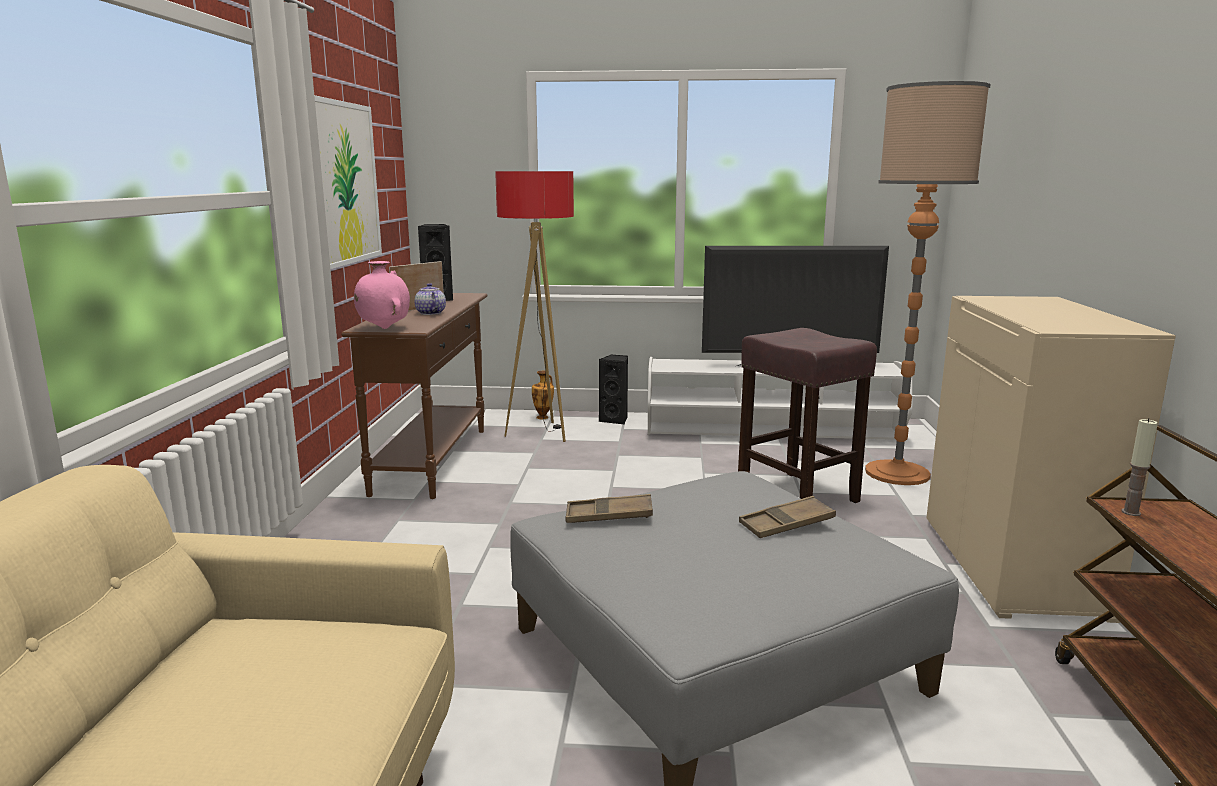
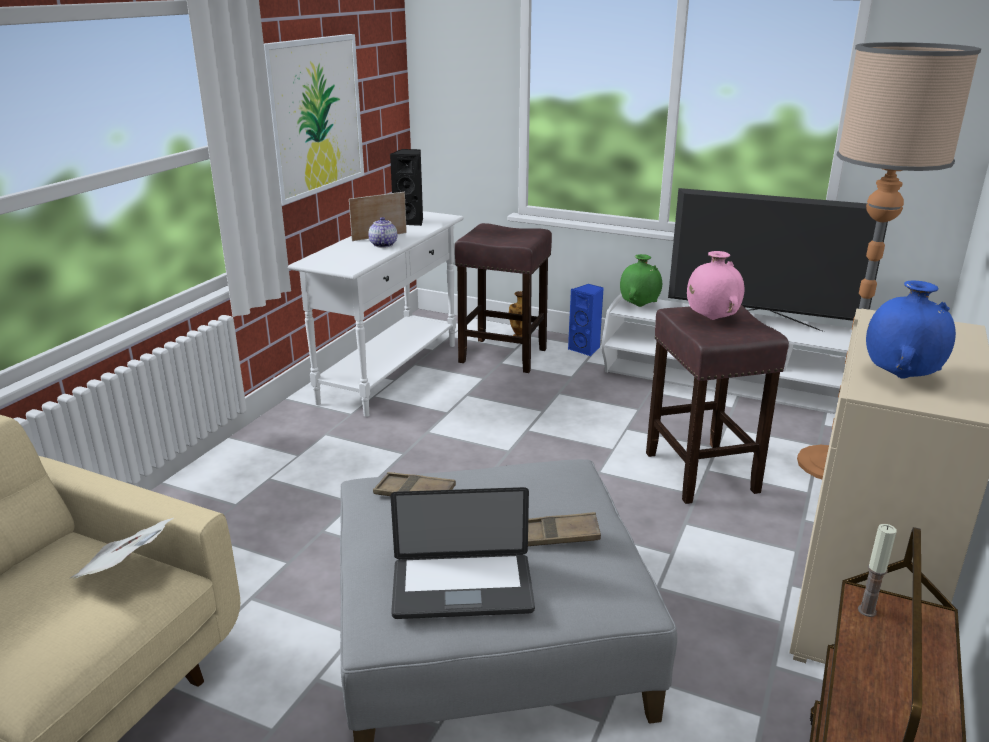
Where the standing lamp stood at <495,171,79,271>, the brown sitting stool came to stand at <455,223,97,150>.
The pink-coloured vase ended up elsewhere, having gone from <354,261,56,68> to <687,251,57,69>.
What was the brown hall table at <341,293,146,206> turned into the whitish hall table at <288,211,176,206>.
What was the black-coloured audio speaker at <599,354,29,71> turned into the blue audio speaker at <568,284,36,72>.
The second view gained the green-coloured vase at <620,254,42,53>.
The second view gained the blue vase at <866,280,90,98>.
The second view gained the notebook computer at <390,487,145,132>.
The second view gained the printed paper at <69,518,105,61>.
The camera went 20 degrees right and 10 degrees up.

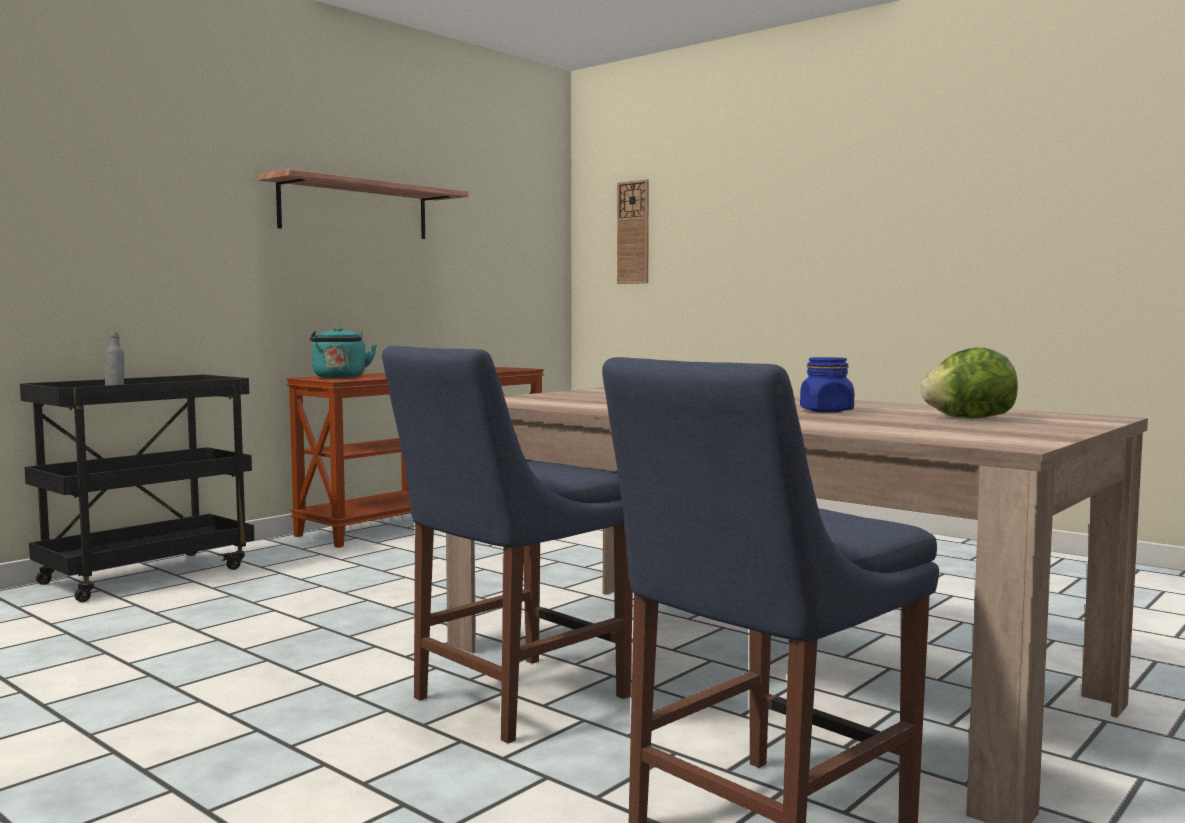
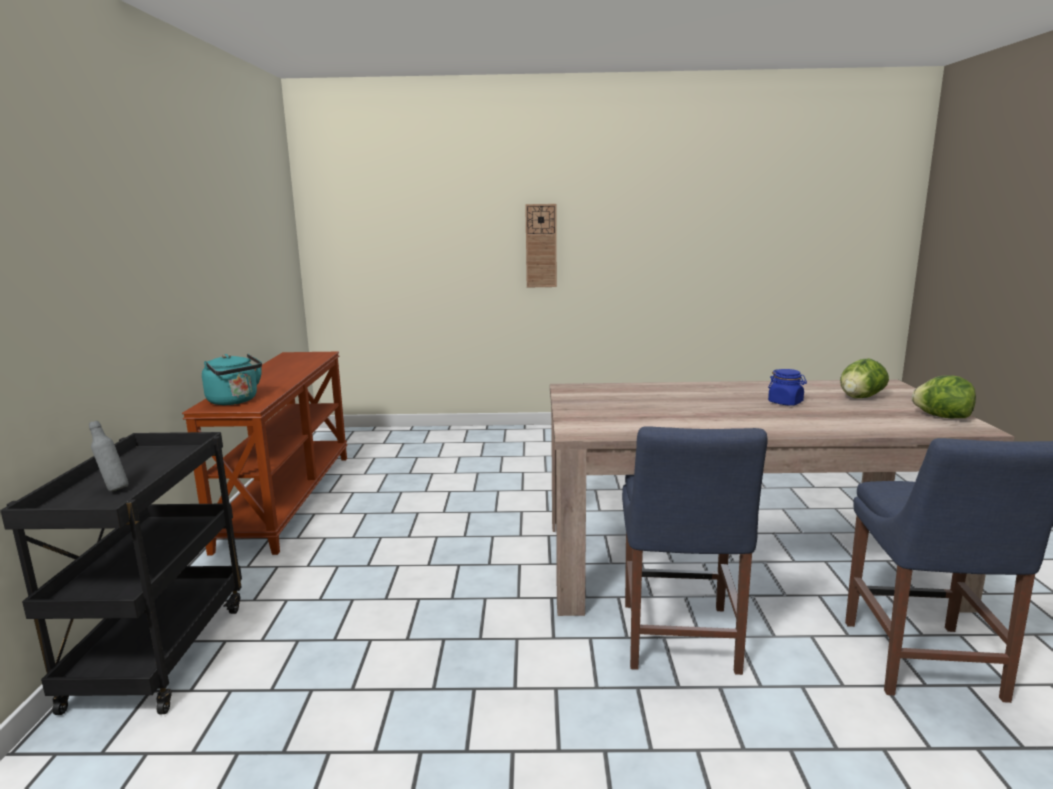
The second view lost the bracket shelf at <258,169,211,70>.
The clock on the wall ended up elsewhere, having gone from <617,179,32,105> to <525,204,32,83>.
The second view gained the lettuce head at <912,375,64,43>.
The camera went 40 degrees left and 10 degrees up.

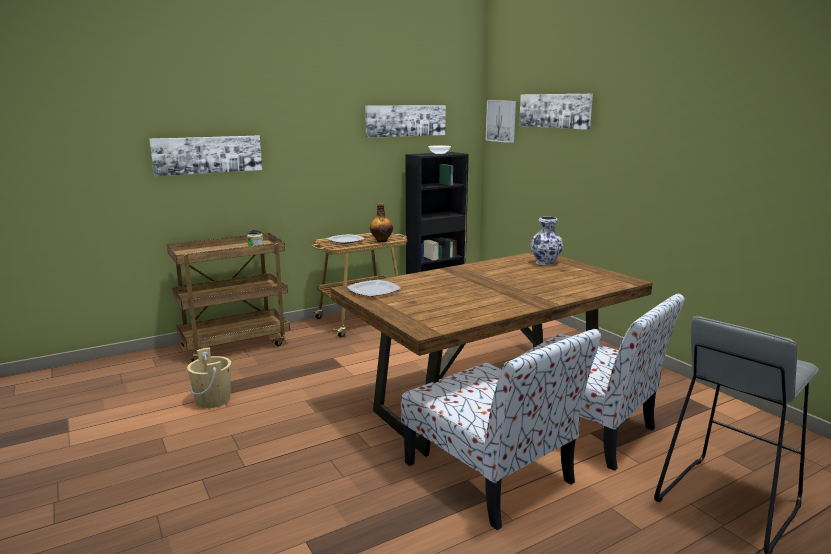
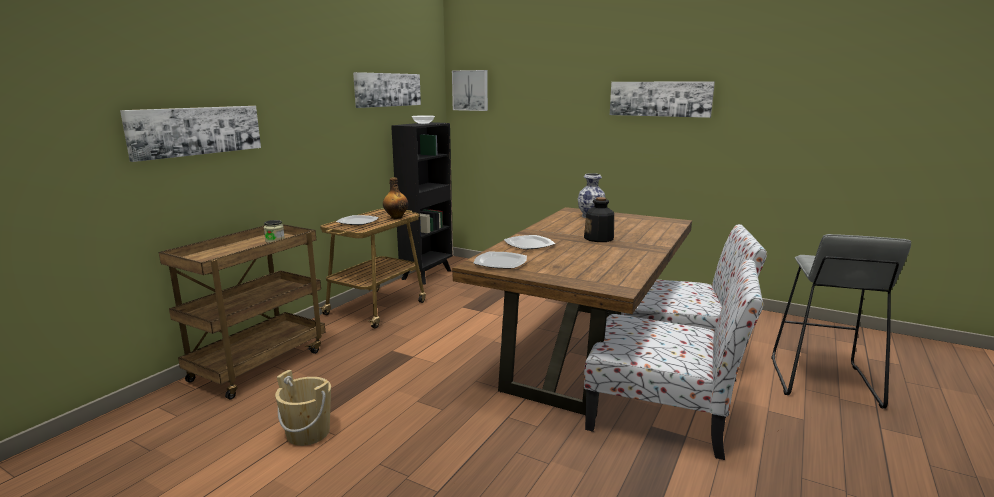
The picture ended up elsewhere, having gone from <519,94,74,36> to <610,81,105,37>.
The second view gained the drink bottle at <584,197,30,45>.
The second view gained the flat dish at <504,235,51,15>.
The camera went 30 degrees left and 0 degrees up.

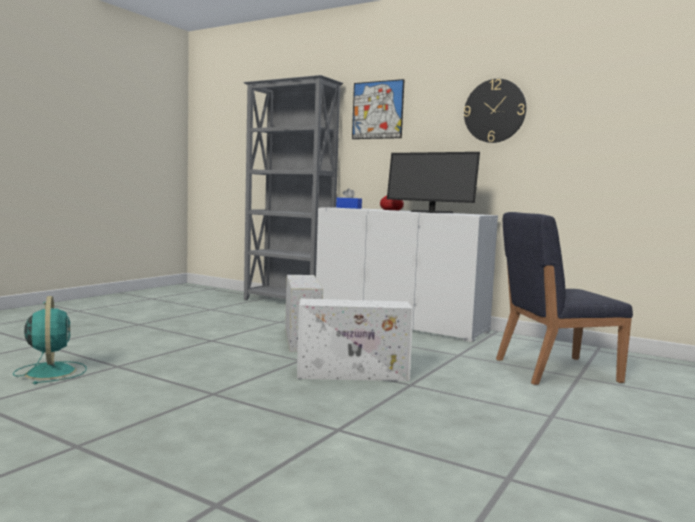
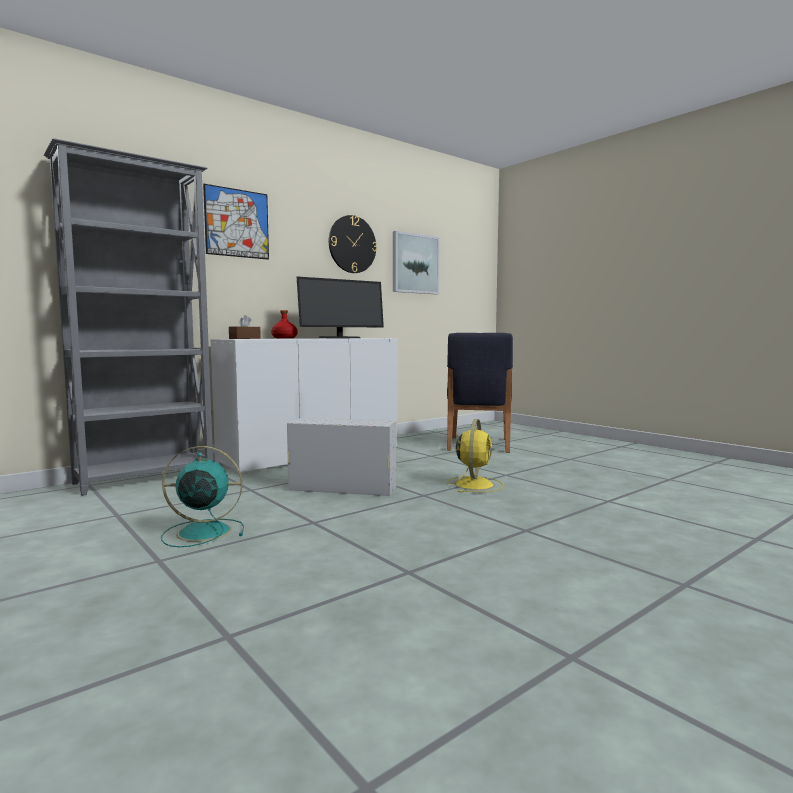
What was the blue box of tissues at <336,188,26,21> turned into the brown box of tissues at <229,315,32,24>.
The turquoise cooling fan ended up elsewhere, having gone from <13,296,74,88> to <161,446,83,101>.
Where the whitish storage container stood at <297,299,116,82>, the yellow cooling fan came to stand at <447,419,57,73>.
The second view gained the picture at <393,231,46,63>.
The camera went 70 degrees left and 0 degrees up.

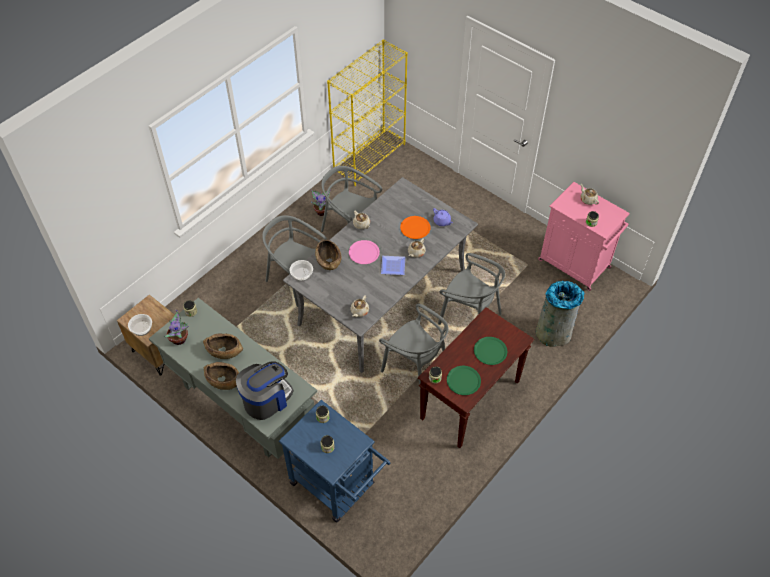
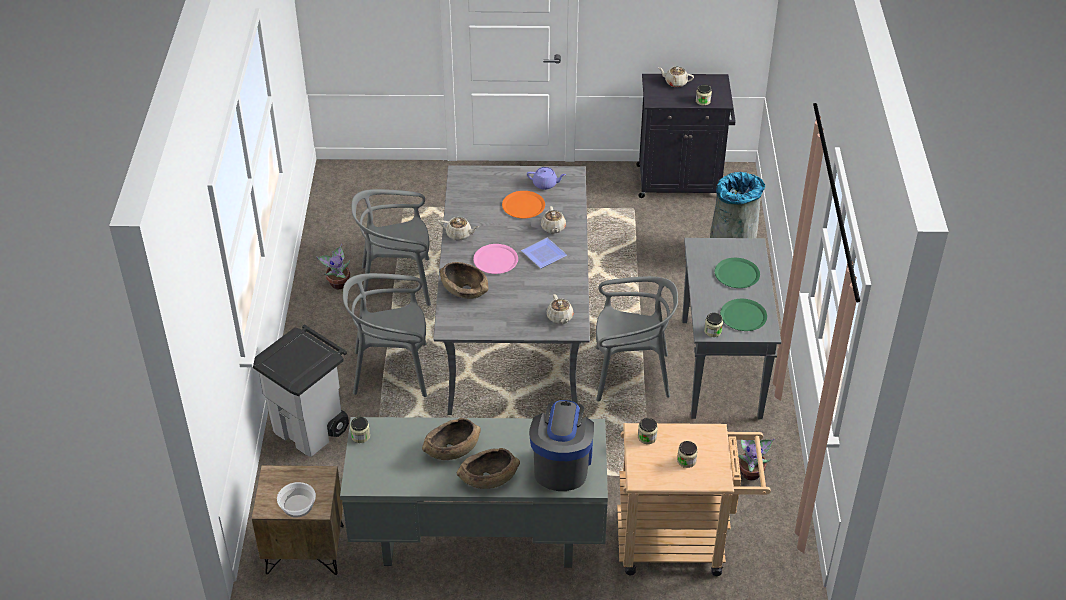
The second view lost the yellow shelving unit at <327,39,81,147>.
What was the pink-coloured cabinet at <538,182,92,109> turned into the black-coloured cabinet at <636,74,100,124>.
The second view lost the grey upright chair at <438,253,67,72>.
The second view lost the deep dish at <289,260,24,22>.
What was the brown hall table at <418,307,116,141> turned into the grey hall table at <682,238,99,181>.
The houseplant ended up elsewhere, having gone from <164,310,25,35> to <738,439,37,42>.
What was the blue cart at <279,400,112,122> turned into the beige cart at <617,423,154,153>.
The second view gained the grey rubbish bin at <253,324,96,133>.
The camera went 40 degrees left and 10 degrees down.

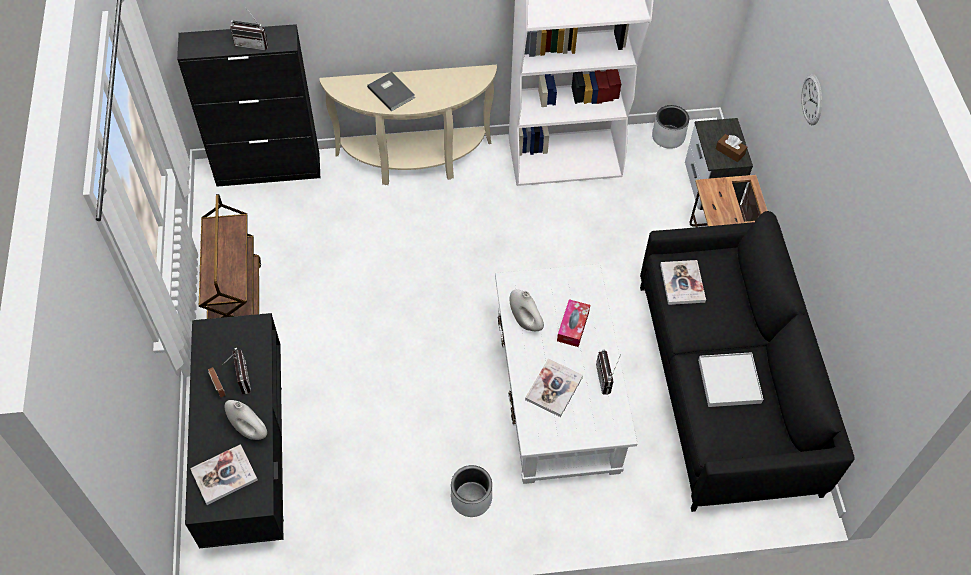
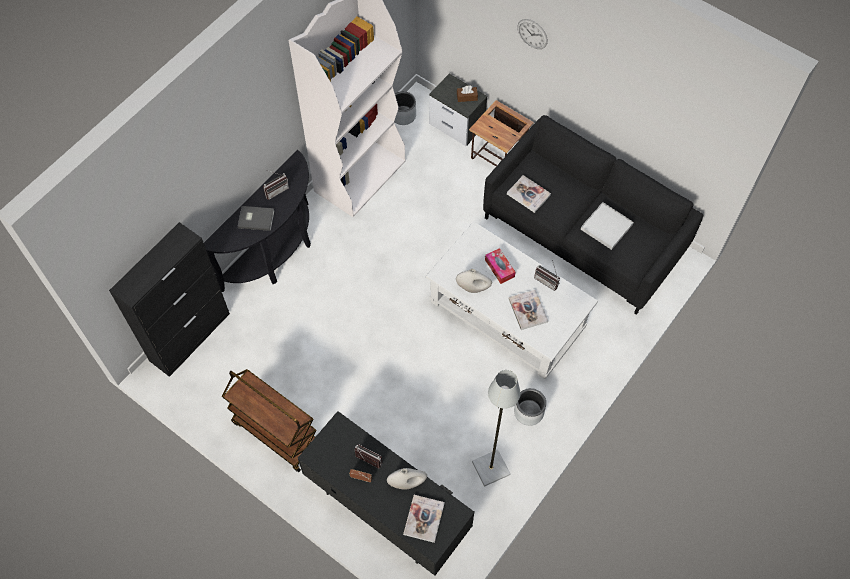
The radio receiver ended up elsewhere, having gone from <230,7,38,43> to <263,171,26,29>.
What was the beige hall table at <319,65,178,120> turned into the black-coloured hall table at <204,150,107,142>.
The second view gained the grey standing lamp at <472,370,49,117>.
The camera went 45 degrees left and 5 degrees up.

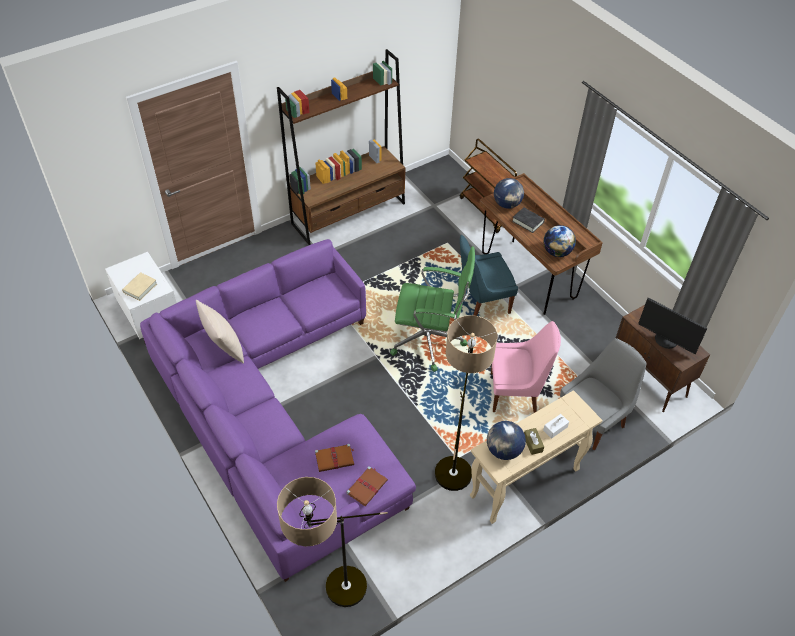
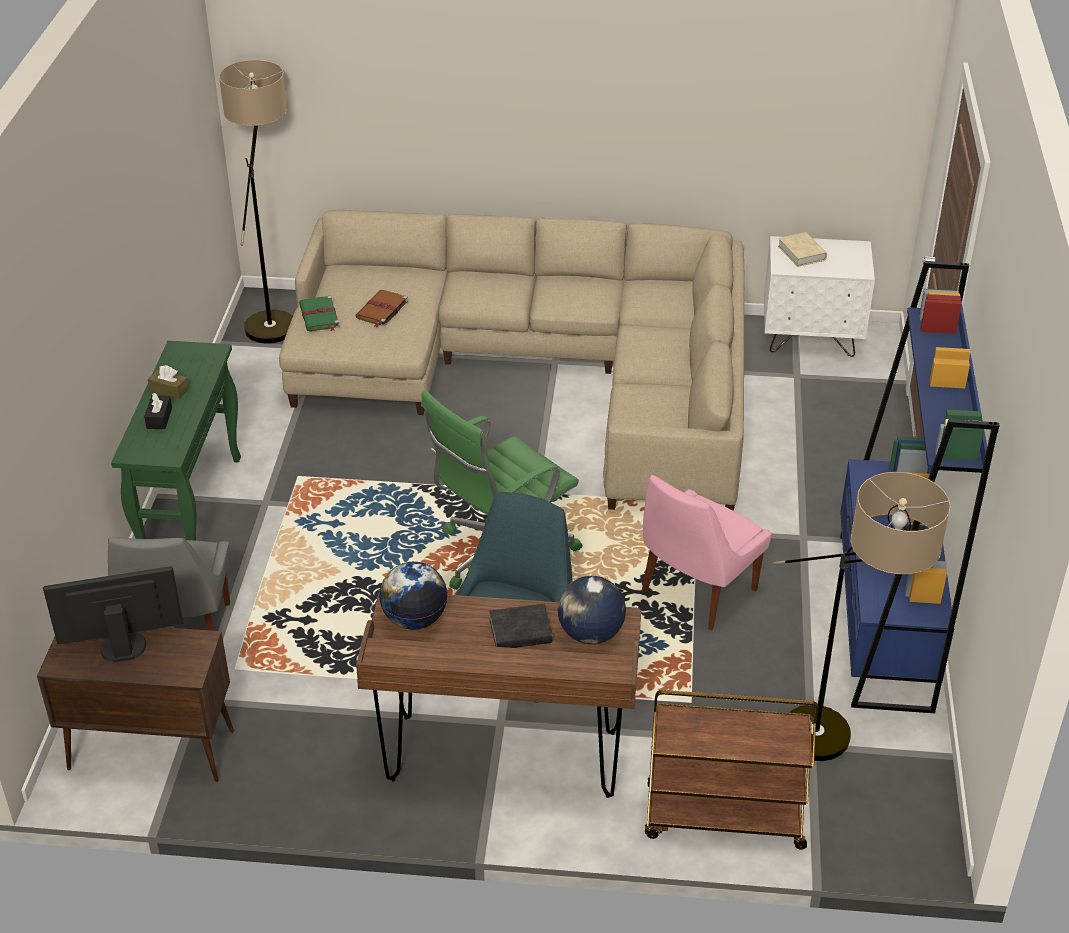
What was the brown shelving unit at <277,49,129,196> turned into the blue shelving unit at <840,261,160,452>.
What was the purple settee at <140,239,276,343> turned into the beige settee at <279,210,466,301>.
The second view lost the beige pillow at <196,300,48,64>.
The standing lamp ended up elsewhere, having gone from <435,315,62,176> to <773,472,178,289>.
The pink-coloured upright chair ended up elsewhere, having gone from <491,321,70,92> to <642,475,130,155>.
What was the beige hall table at <470,390,133,134> turned into the green-coloured hall table at <111,341,130,200>.
What was the whitish box of tissues at <543,414,26,25> turned into the black-coloured box of tissues at <144,393,28,36>.
The second view lost the desk globe at <487,421,39,39>.
What was the brown bound book at <347,466,41,40> turned into the green-coloured bound book at <299,295,41,36>.
The camera went 130 degrees right and 10 degrees down.

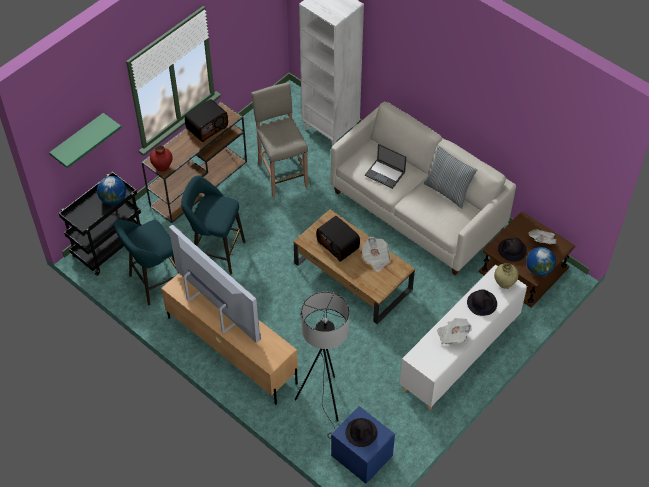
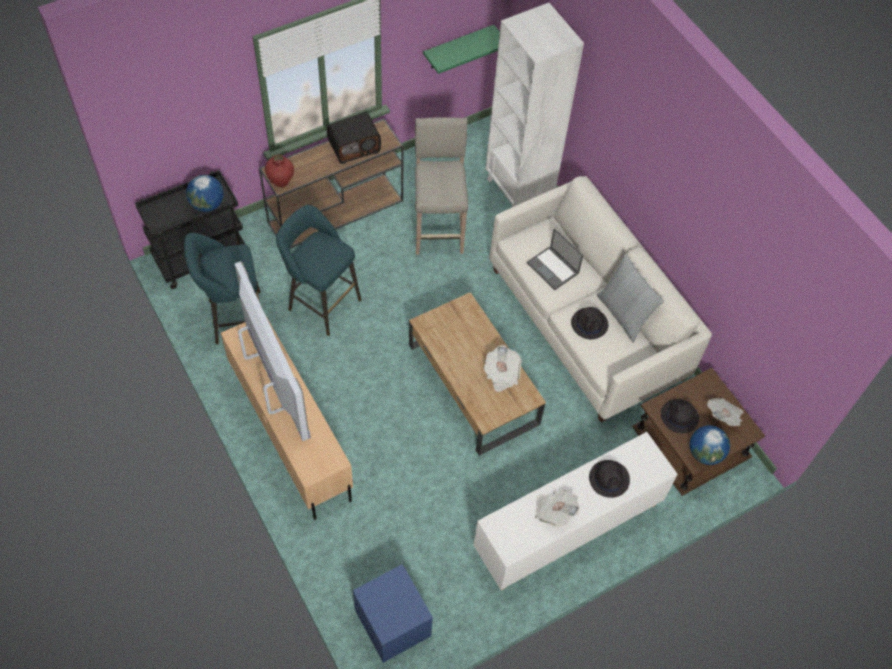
The green-coloured bracket shelf ended up elsewhere, having gone from <49,113,73,55> to <423,25,77,49>.
The second view lost the radio receiver at <317,216,43,46>.
The second view lost the beige vase at <494,263,25,26>.
The second view lost the grey standing lamp at <295,292,54,147>.
The black-coloured hat ended up elsewhere, having gone from <345,418,32,29> to <571,307,37,33>.
The camera went 15 degrees right and 5 degrees up.

